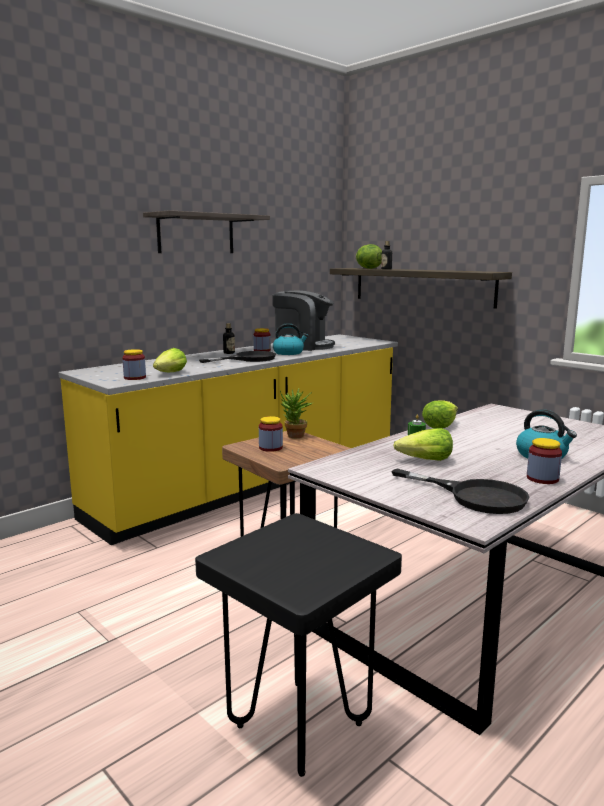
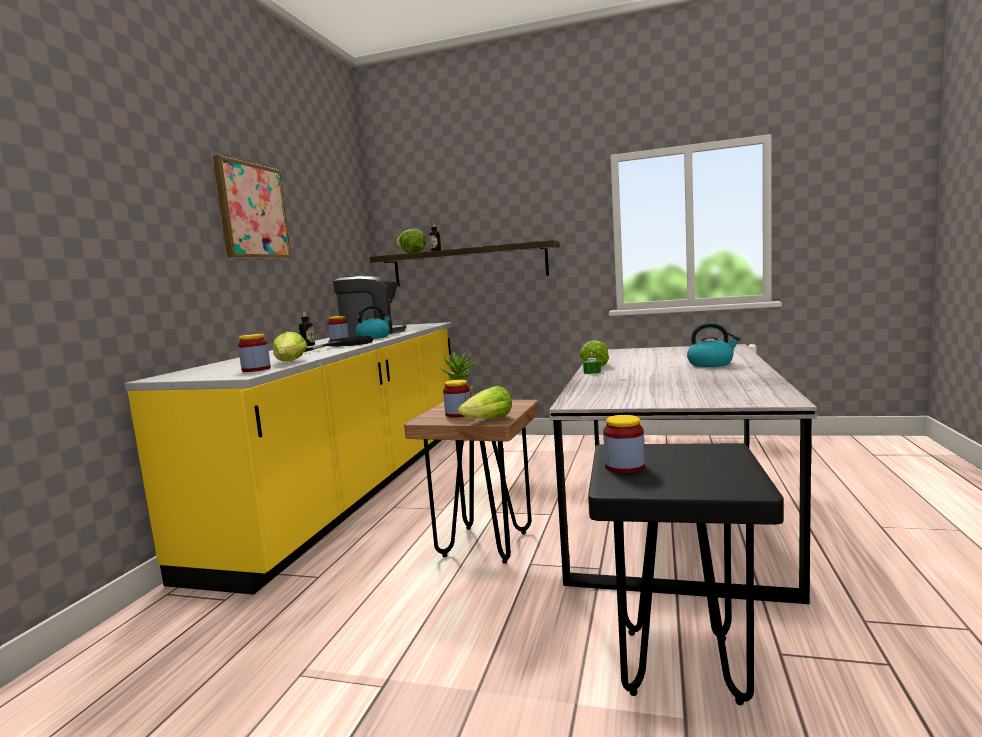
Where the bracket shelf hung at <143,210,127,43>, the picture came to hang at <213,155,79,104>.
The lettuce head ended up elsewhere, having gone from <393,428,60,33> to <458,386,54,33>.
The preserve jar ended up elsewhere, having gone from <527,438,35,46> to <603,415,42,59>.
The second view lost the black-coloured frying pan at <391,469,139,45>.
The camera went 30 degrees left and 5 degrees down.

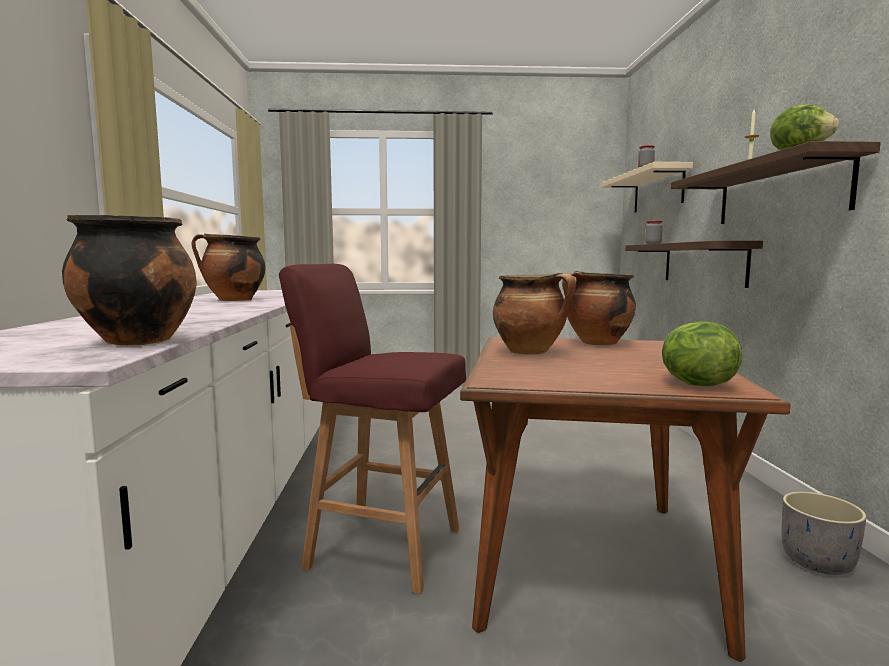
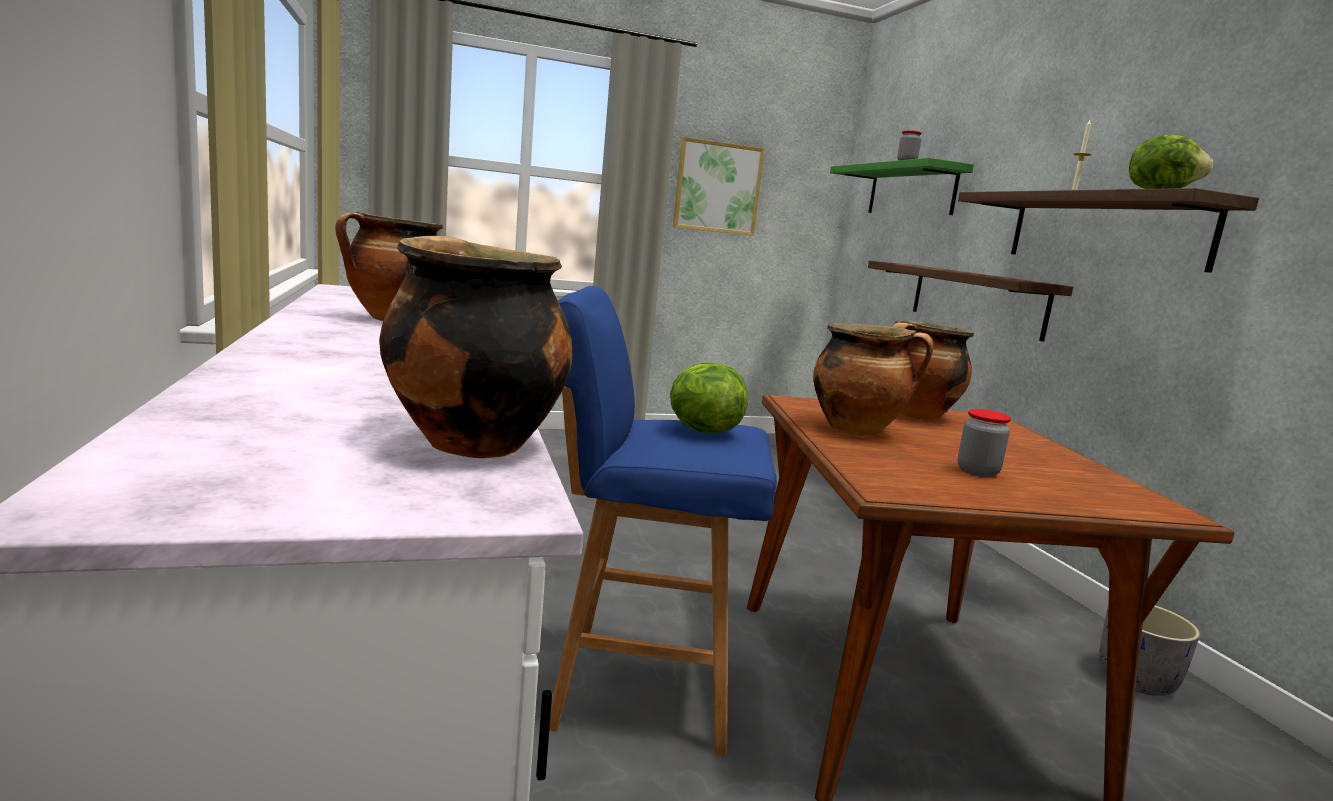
What was the beige bracket shelf at <601,162,92,51> turned into the green-coloured bracket shelf at <830,158,144,57>.
The preserve jar ended up elsewhere, having gone from <645,220,18,24> to <957,409,54,68>.
What was the reddish sitting stool at <279,264,187,330> turned into the blue sitting stool at <549,286,228,470>.
The lettuce head ended up elsewhere, having gone from <662,321,80,65> to <670,362,78,71>.
The second view gained the picture at <673,137,92,99>.
The camera went 15 degrees left and 5 degrees up.

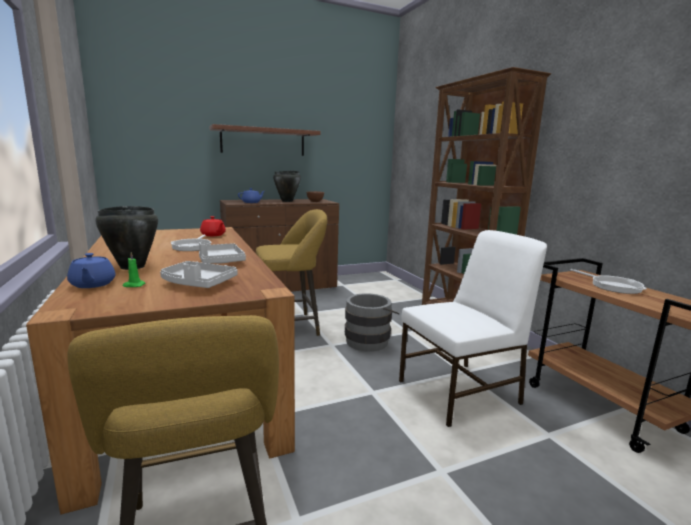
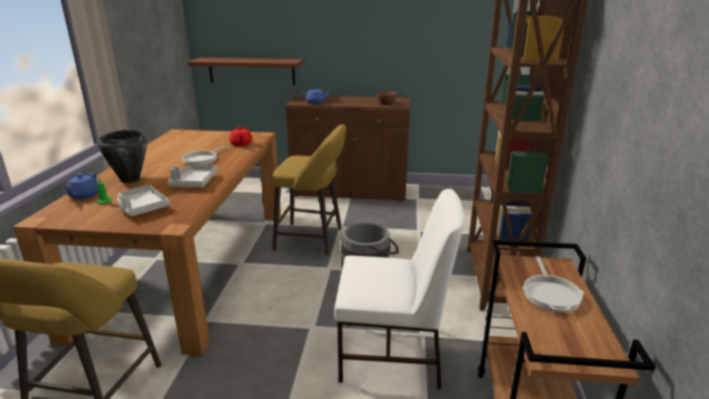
The brown bracket shelf ended up elsewhere, having gone from <209,124,112,32> to <188,58,115,27>.
The second view lost the black-coloured cooking pot at <273,171,28,31>.
The camera went 30 degrees right and 10 degrees up.

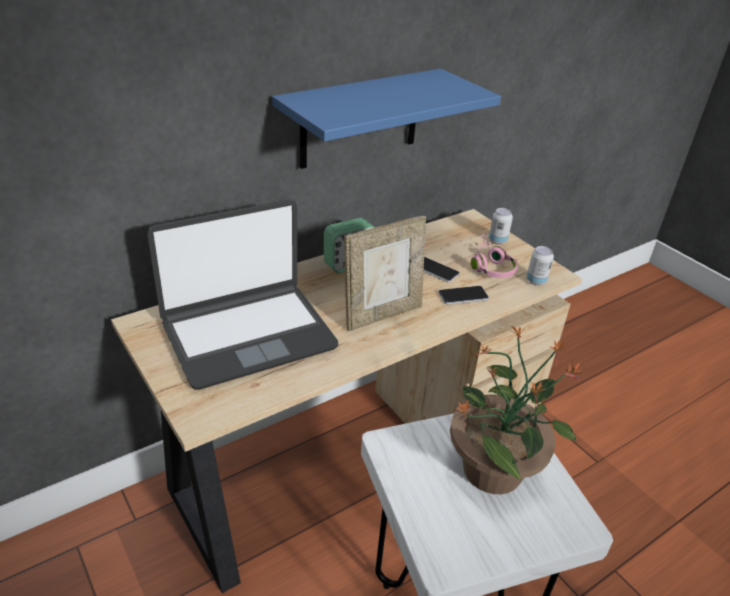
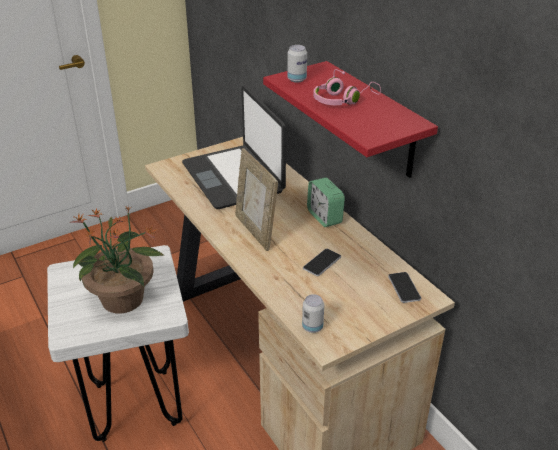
What was the blue bracket shelf at <272,69,229,100> turned into the reddish bracket shelf at <263,61,175,117>.
The can ended up elsewhere, having gone from <489,208,24,36> to <287,45,20,38>.
The pink-coloured headset ended up elsewhere, having gone from <471,234,47,44> to <313,69,68,36>.
The phone ended up elsewhere, having gone from <438,286,51,19> to <388,272,33,31>.
The camera went 95 degrees right and 0 degrees up.

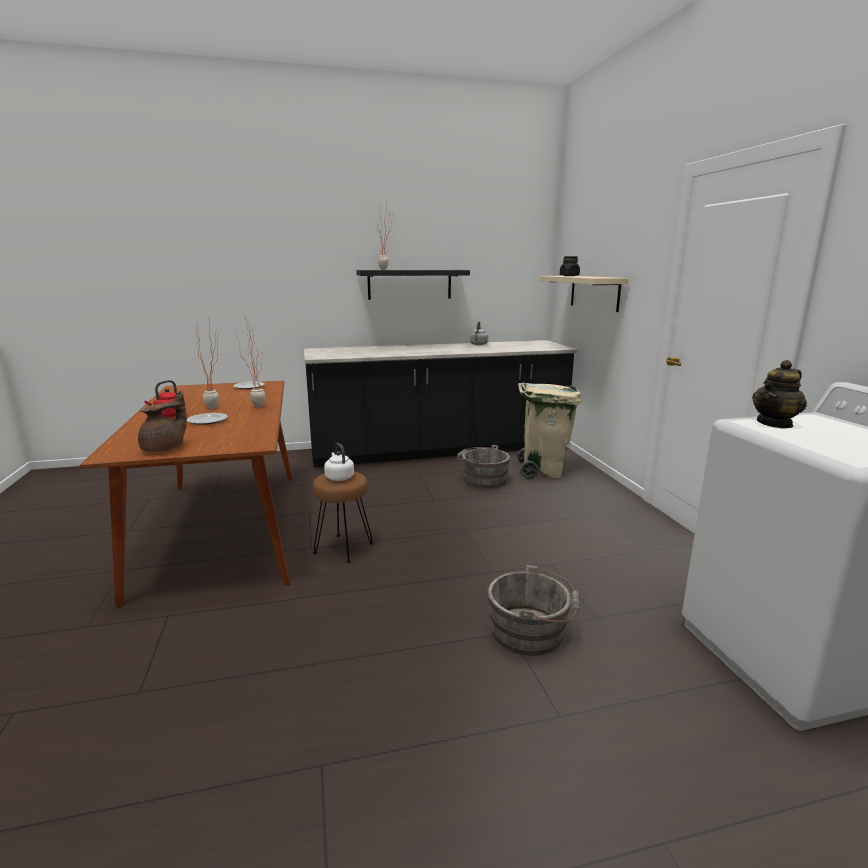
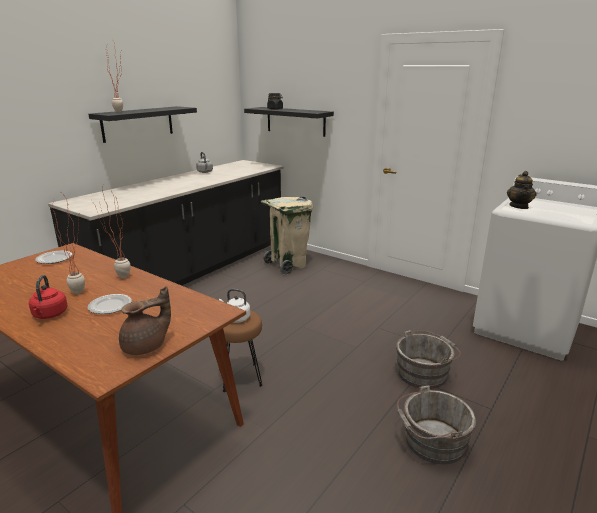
What was the beige bracket shelf at <539,276,90,36> turned into the black-coloured bracket shelf at <244,107,90,30>.
The brown tea pot at <138,391,49,61> ended up facing another way, 60 degrees clockwise from before.
The grey water bucket ended up elsewhere, having gone from <457,445,53,43> to <397,385,79,79>.
The camera went 40 degrees left and 5 degrees up.

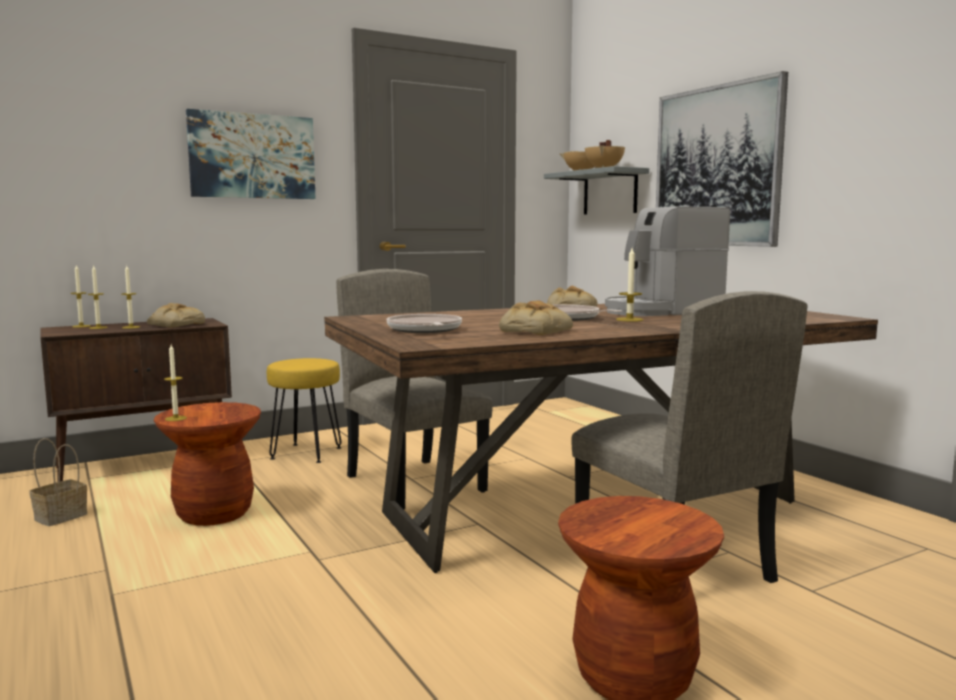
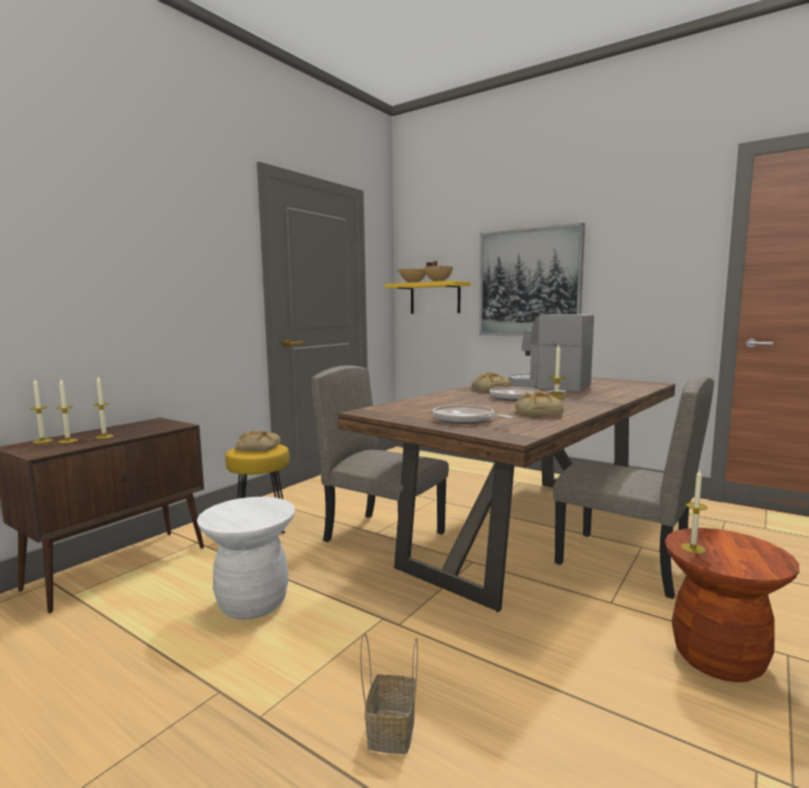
The second view lost the picture at <186,109,130,90>.
What was the grey bracket shelf at <544,166,105,48> turned into the yellow bracket shelf at <385,281,86,33>.
The coffee brewer at <605,206,125,110> ended up facing another way, 75 degrees clockwise from before.
The baked bread ended up elsewhere, having gone from <147,303,58,25> to <235,431,46,21>.
The candle ended up elsewhere, having gone from <164,345,23,76> to <681,469,27,85>.
What was the brown sitting stool at <154,402,107,124> turned into the whitish sitting stool at <197,497,98,122>.
The storage basket ended up elsewhere, having gone from <29,438,58,88> to <360,633,58,121>.
The camera went 25 degrees left and 0 degrees up.

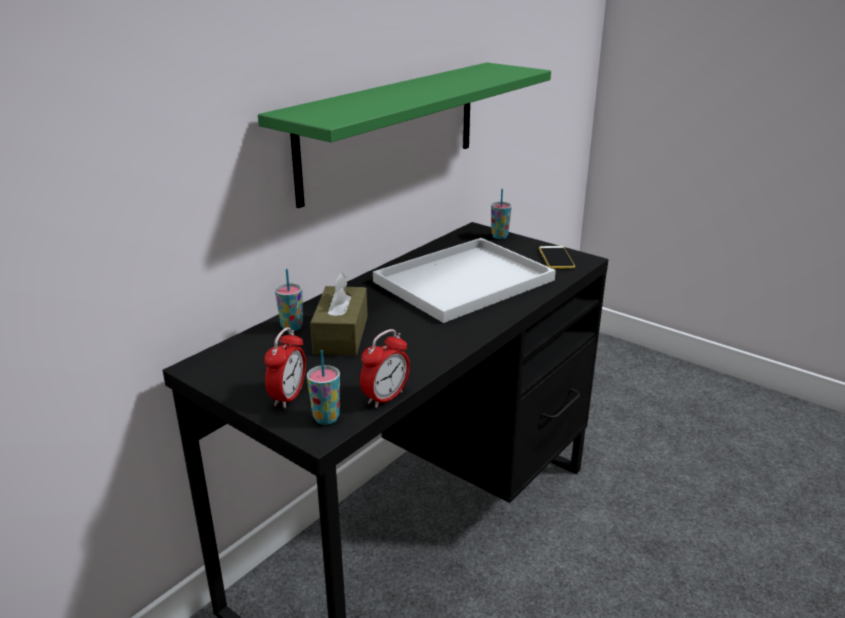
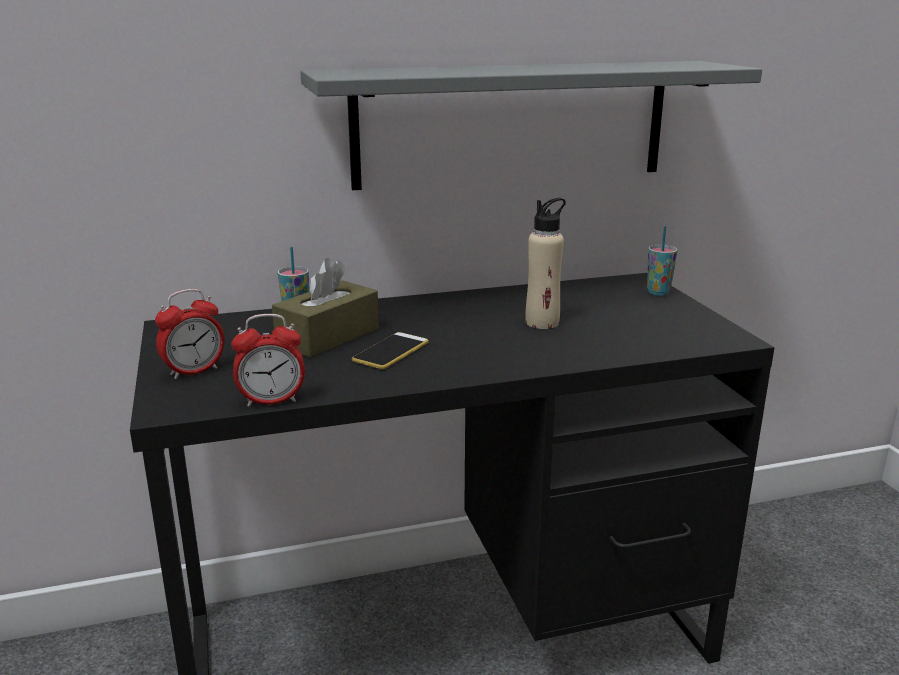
What was the green-coloured bracket shelf at <258,63,293,145> turned into the grey bracket shelf at <300,61,462,129>.
Where the whitish tray stood at <373,238,183,85>, the beige drink bottle came to stand at <525,198,41,131>.
The phone ended up elsewhere, having gone from <539,246,36,23> to <352,332,77,37>.
The second view lost the cup at <307,350,33,75>.
The camera went 35 degrees right and 5 degrees down.

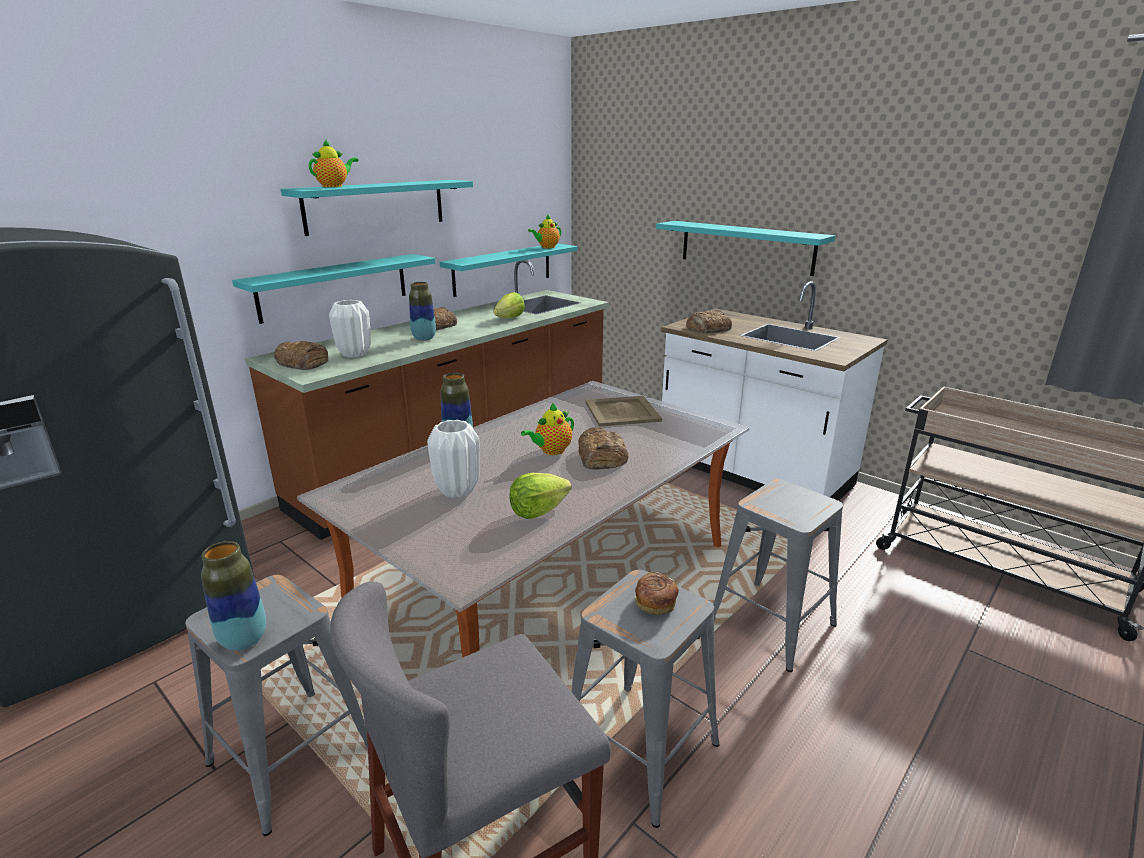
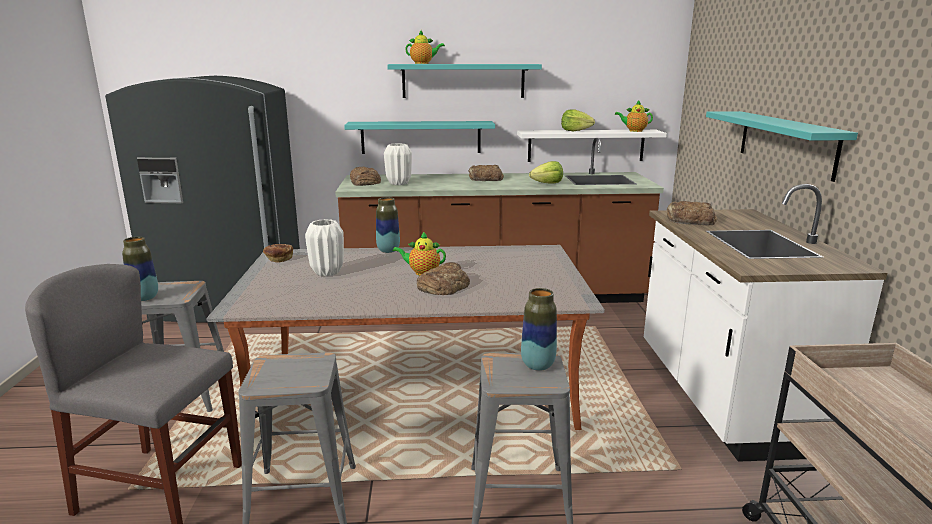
What was the turquoise bracket shelf at <440,243,138,54> turned into the whitish bracket shelf at <517,130,150,32>.
The vase ended up elsewhere, having gone from <409,282,27,59> to <521,288,36,83>.
The second view lost the beige tray at <585,396,77,31>.
The lettuce head ended up elsewhere, having gone from <509,473,62,46> to <561,110,34,21>.
The baked bread ended up elsewhere, having gone from <635,571,44,44> to <263,244,30,18>.
The camera went 45 degrees right and 5 degrees down.

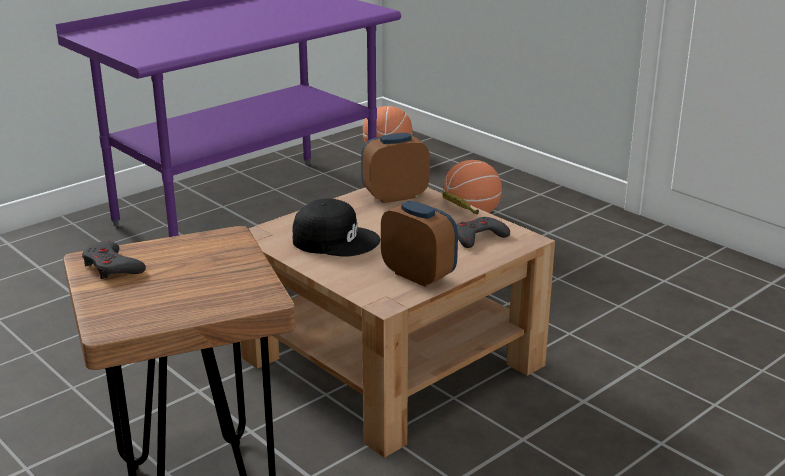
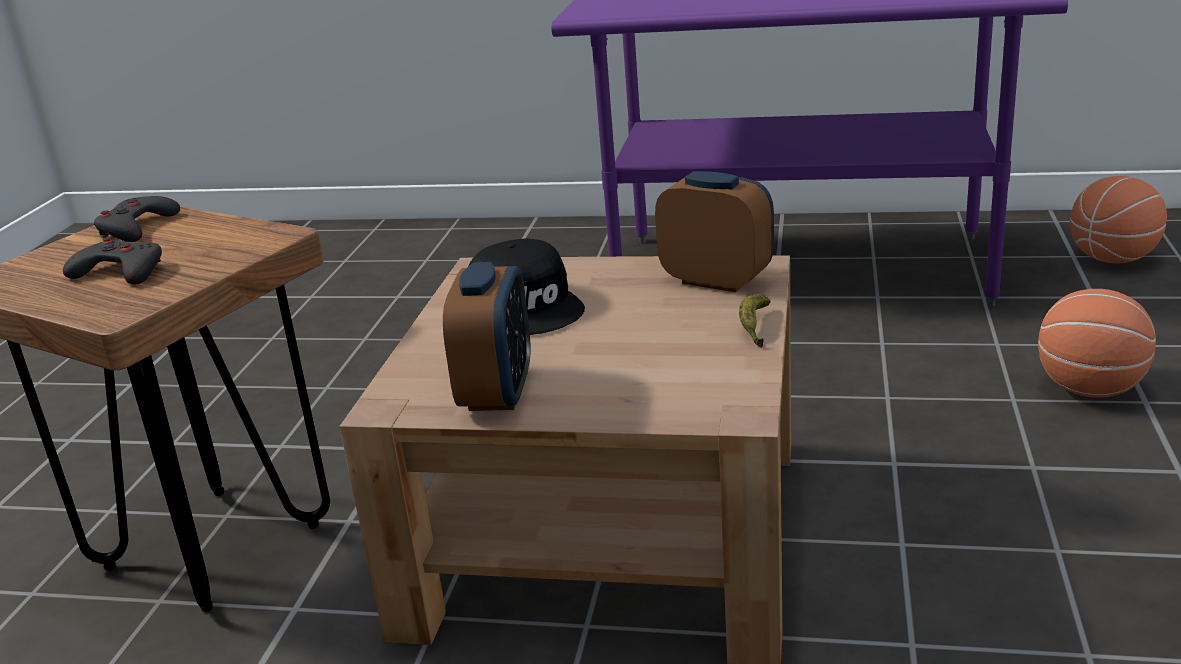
The grey gamepad ended up elsewhere, having gone from <456,217,54,31> to <63,237,99,48>.
The camera went 55 degrees right and 0 degrees up.

